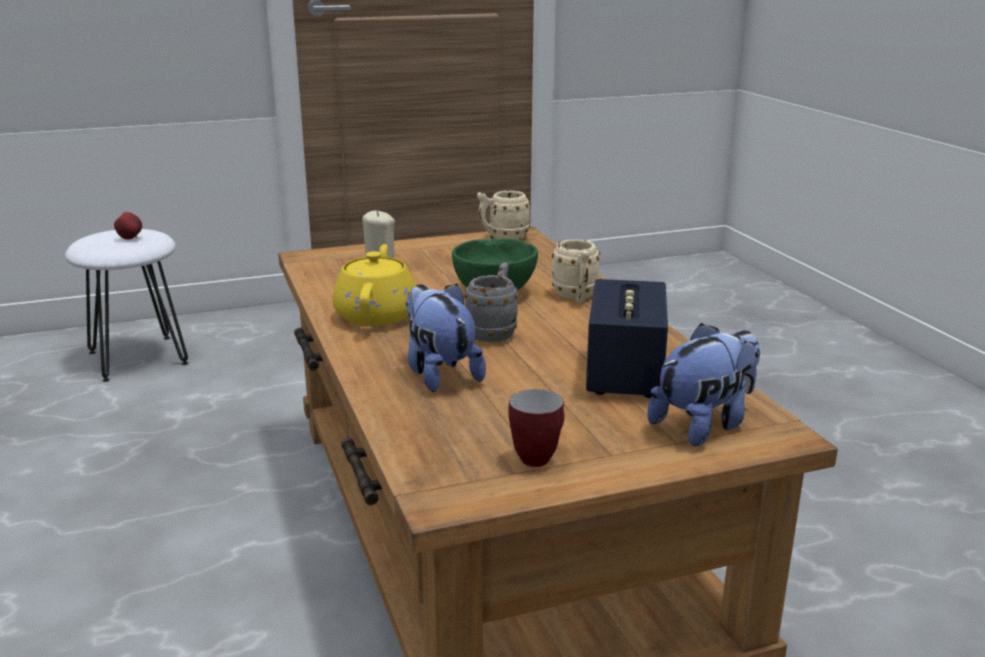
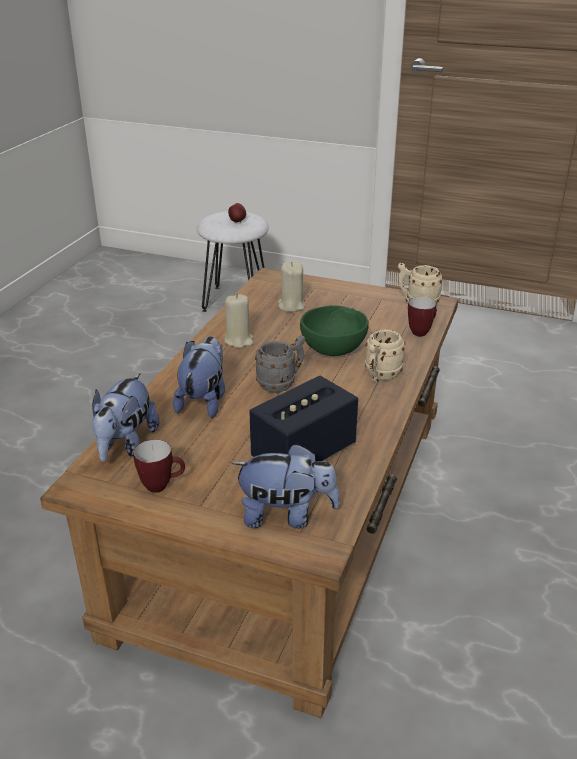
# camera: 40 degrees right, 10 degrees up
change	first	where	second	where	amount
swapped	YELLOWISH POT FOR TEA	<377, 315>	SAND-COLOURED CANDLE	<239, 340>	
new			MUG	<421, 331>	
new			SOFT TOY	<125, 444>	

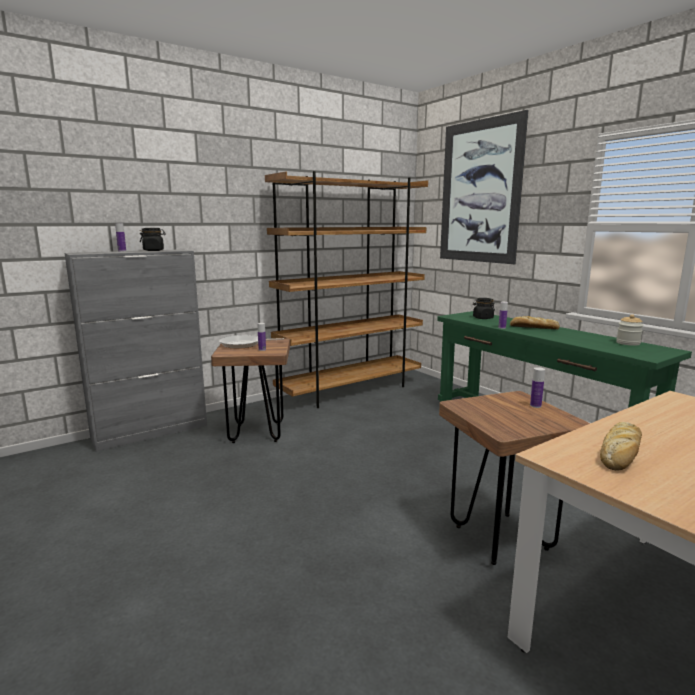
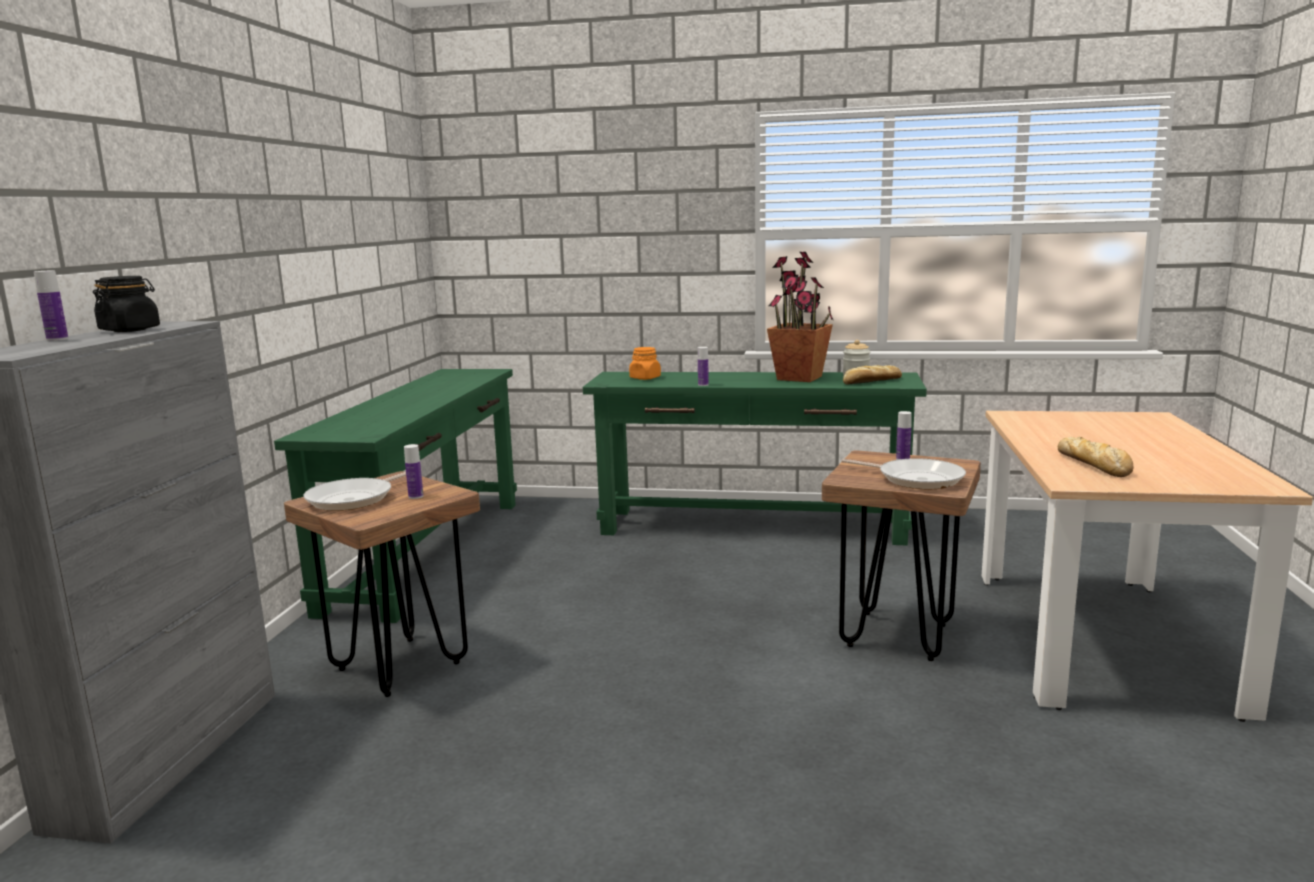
# camera: 45 degrees left, 0 degrees up
change	first	where	second	where	amount
gone	PICTURE	<479, 192>			
swapped	BROWNISH BOOKCASE	<351, 390>	GREEN-COLOURED HALL TABLE	<428, 552>	
repainted	BLACK-COLOURED JAR	<483, 318>	ORANGE-COLOURED JAR	<645, 378>	
shifted	BREAD	<533, 327>		<871, 381>	
new			HOUSEPLANT	<799, 378>	
new			SKILLET	<916, 479>	

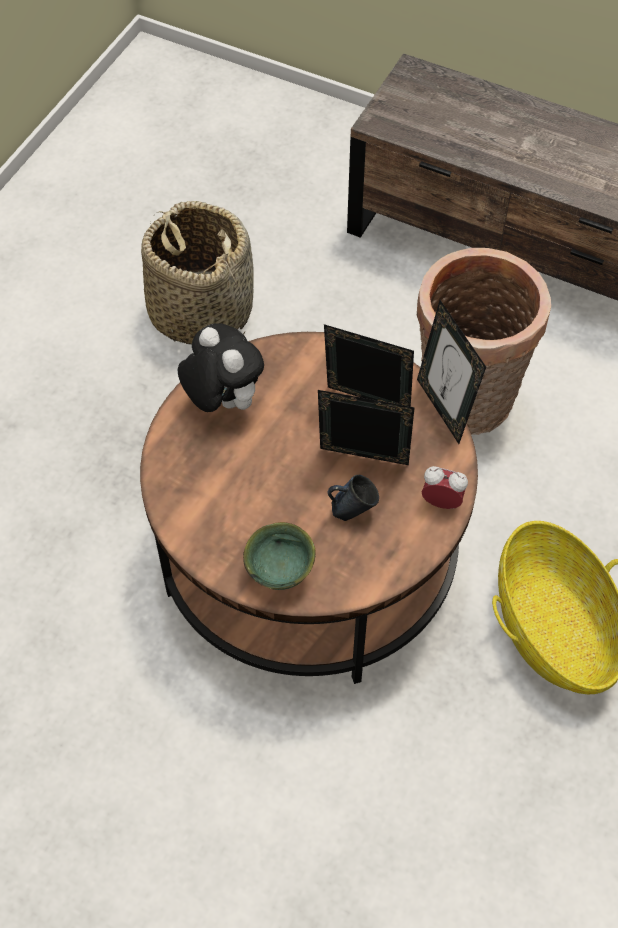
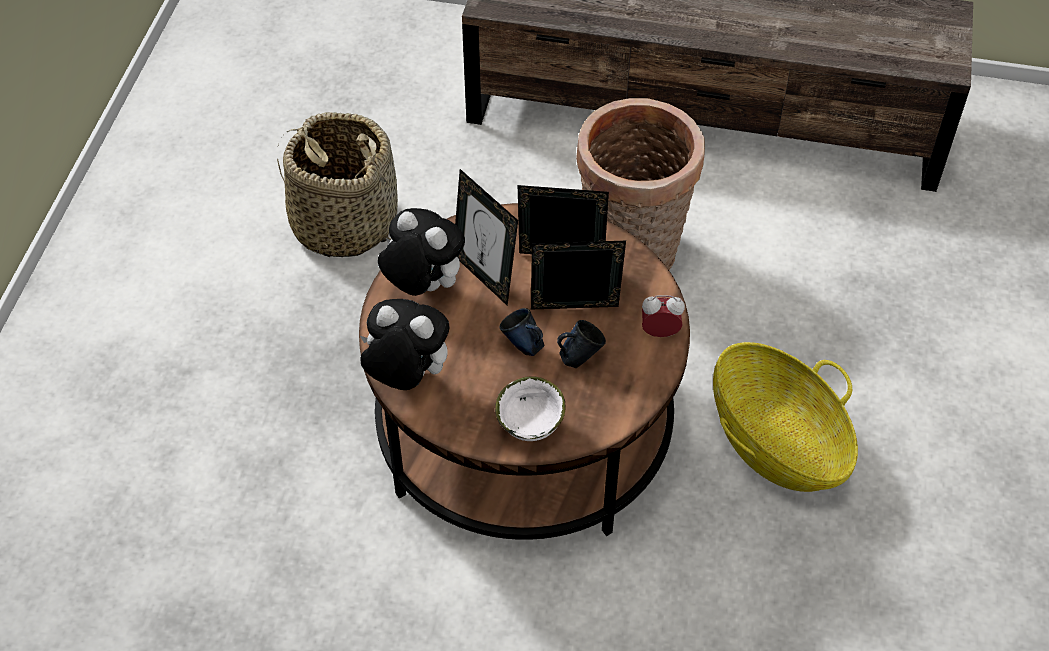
# camera: 15 degrees left, 5 degrees down
change	first	where	second	where	amount
shifted	PHOTO FRAME	<444, 408>		<485, 276>	
repainted	GREEN-COLOURED BOWL	<282, 572>	WHITISH BOWL	<532, 427>	
new			SOFT TOY	<406, 377>	
new			BLUE MUG	<523, 347>	

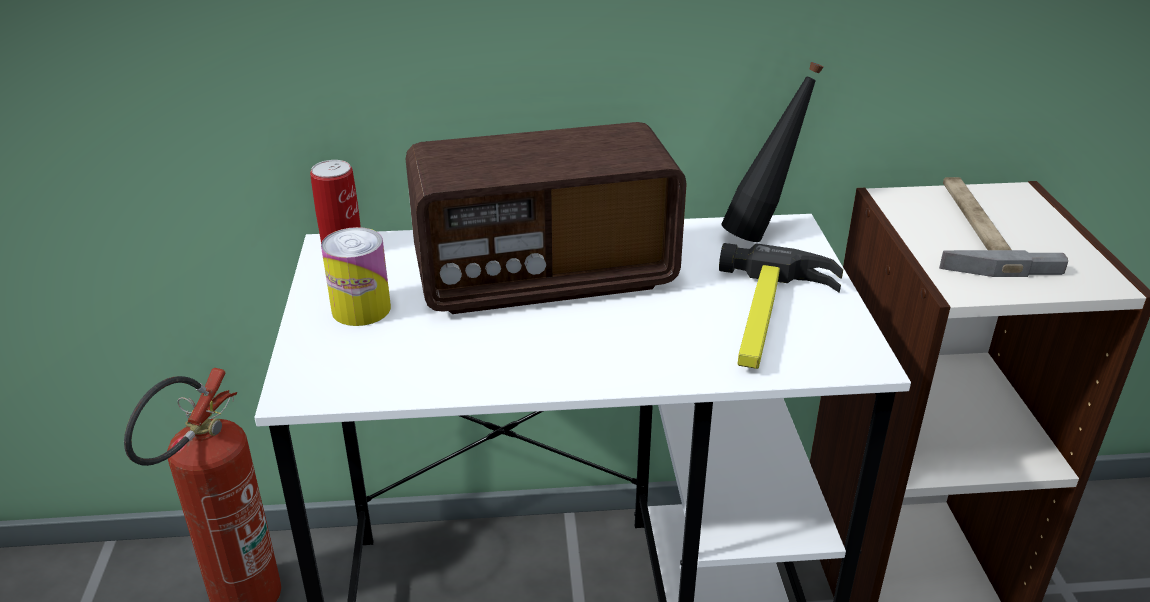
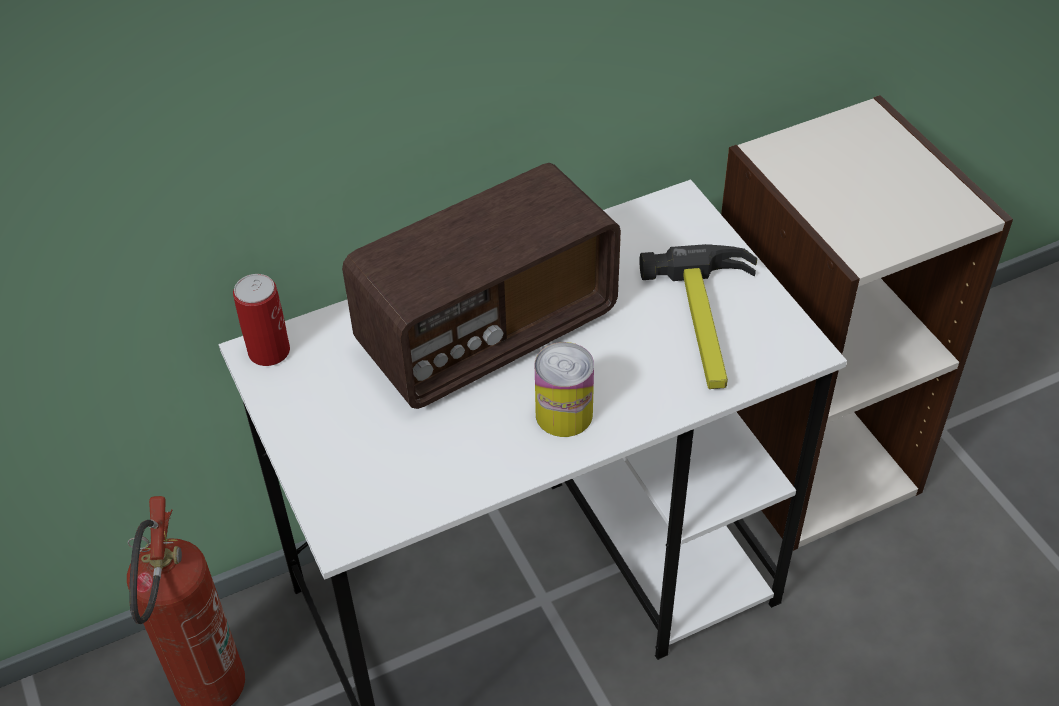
# camera: 20 degrees left, 15 degrees up
change	first	where	second	where	amount
gone	BLACK-COLOURED DRINK BOTTLE	<762, 233>			
gone	TOOL HAMMER	<973, 229>			
shifted	CAN	<361, 309>		<564, 414>	

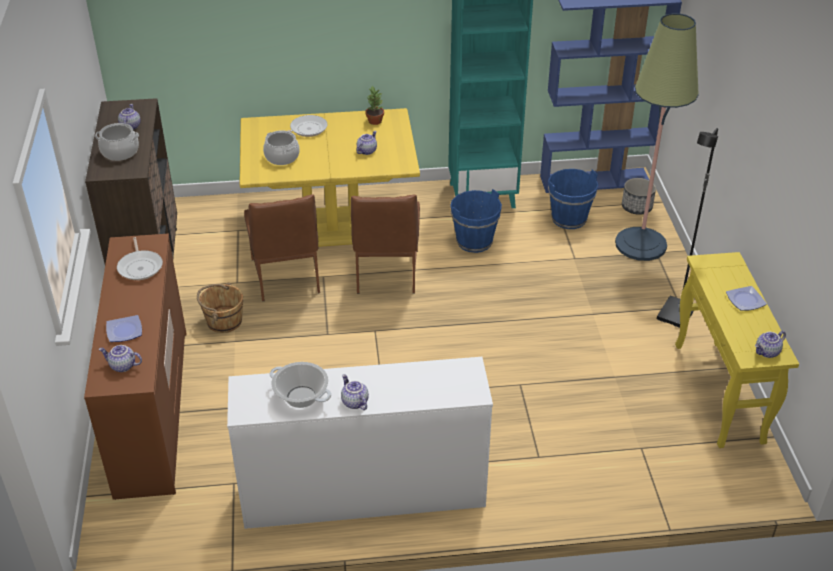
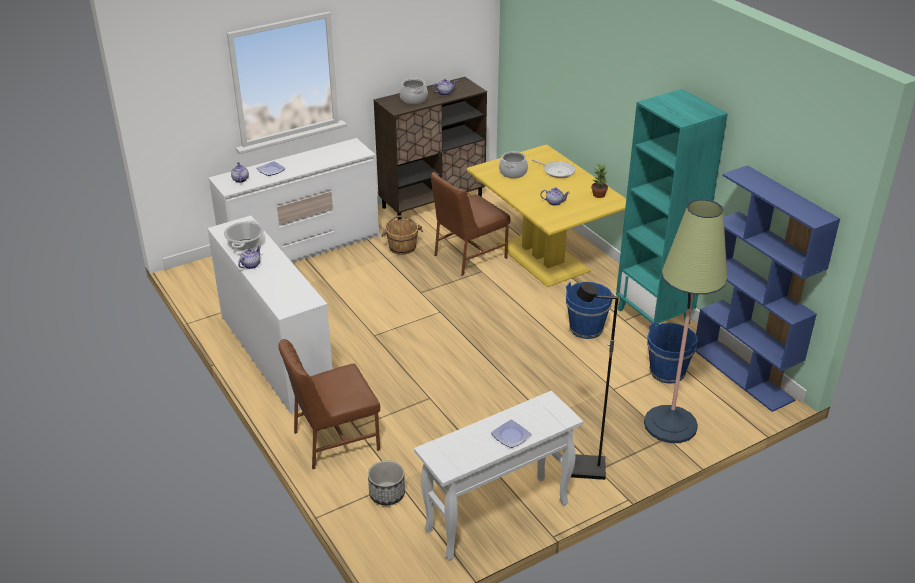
# camera: 65 degrees right, 5 degrees down
change	first	where	second	where	amount
shifted	FLOWER POT	<636, 207>		<387, 494>	
shifted	BROWNISH PLAIN CHAIR	<386, 272>		<334, 440>	
repainted	BROWNISH CHEST OF DRAWERS	<152, 410>	WHITISH CHEST OF DRAWERS	<302, 250>	
gone	SKILLET	<140, 267>			
repainted	YELLOWISH HALL TABLE	<719, 393>	WHITISH HALL TABLE	<496, 518>	
gone	POT FOR TEA	<767, 352>			

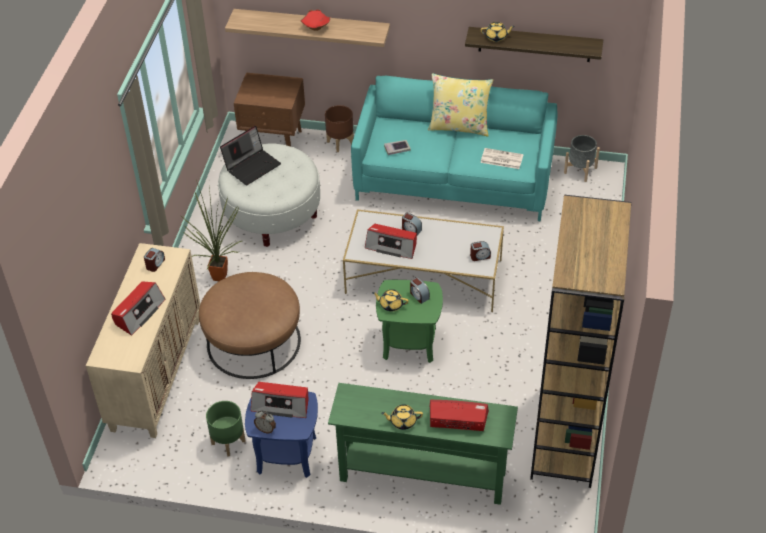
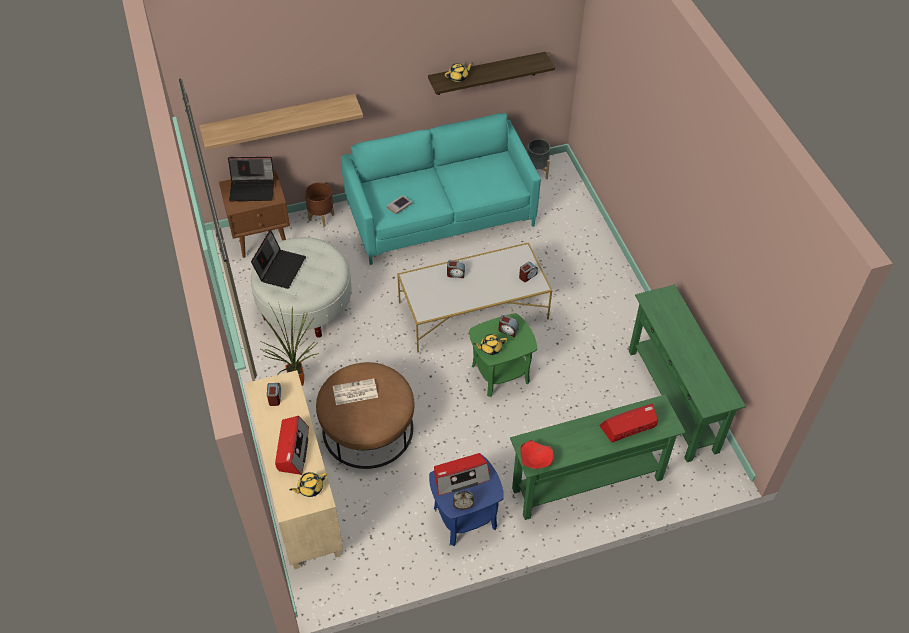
# camera: 30 degrees left, 5 degrees up
change	first	where	second	where	amount
shifted	REDDISH BOWL	<316, 27>		<535, 460>	
gone	YELLOWISH PILLOW	<459, 126>			
shifted	NEWSPAPER	<501, 159>		<354, 392>	
swapped	BROWNISH BOOKCASE	<566, 436>	GREEN-COLOURED HALL TABLE	<673, 400>	
gone	RADIO	<392, 246>			
gone	GREEN-COLOURED FLOWER POT	<228, 442>			
shifted	YELLOWISH POT FOR TEA	<402, 421>		<310, 488>	
new			NOTEBOOK COMPUTER	<253, 188>	

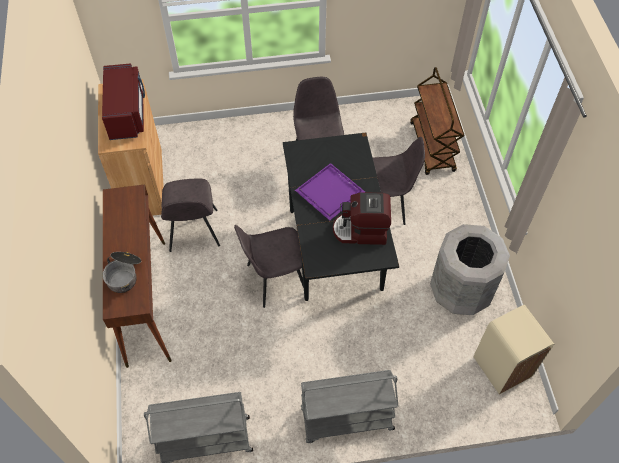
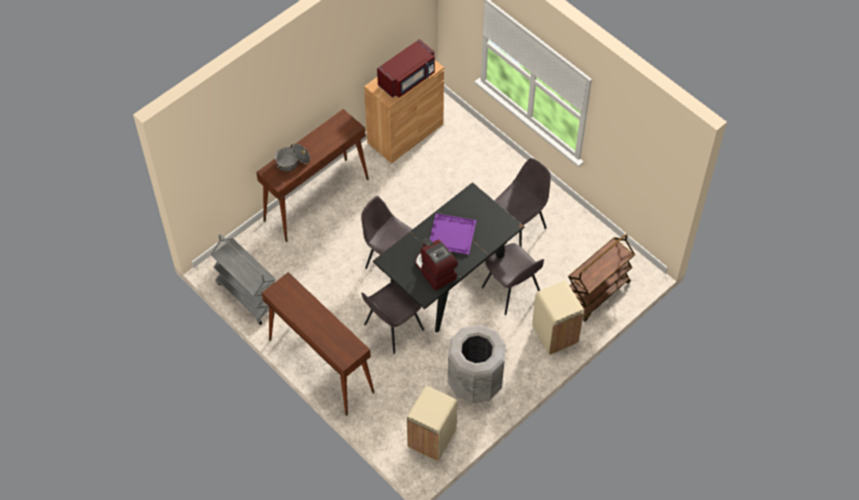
# camera: 55 degrees right, 0 degrees up
change	first	where	second	where	amount
shifted	GREY PLAIN CHAIR	<193, 232>		<392, 328>	
swapped	GREY TROLLEY	<346, 420>	BROWNISH HALL TABLE	<320, 365>	
new			SAND-COLOURED RUBBISH BIN	<555, 334>	

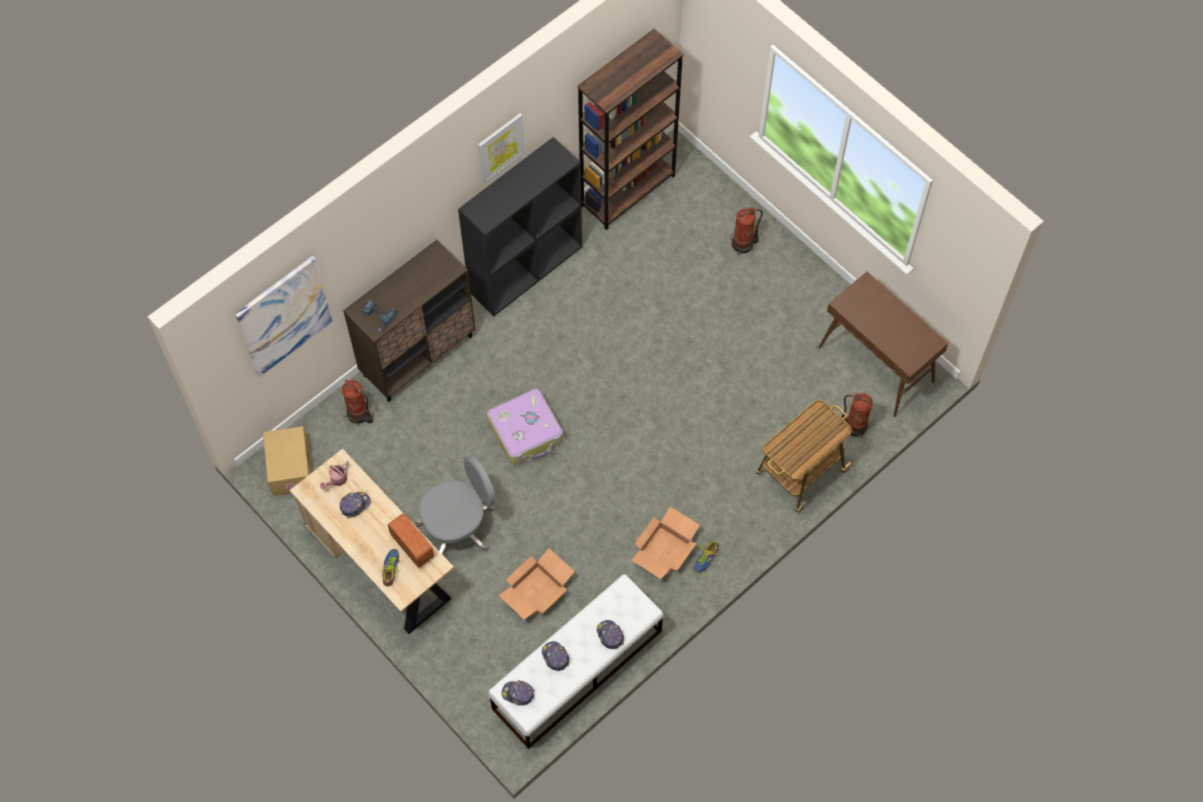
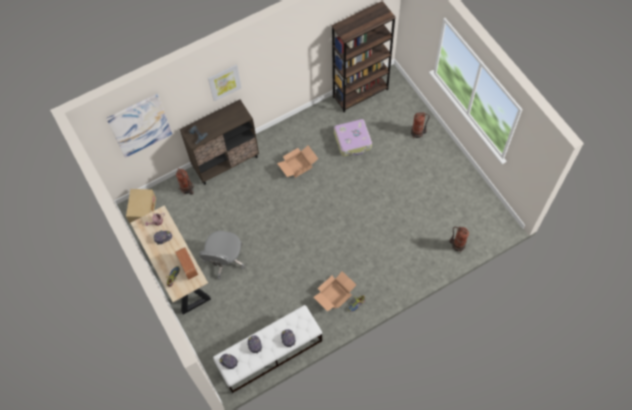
# camera: 15 degrees right, 0 degrees up
change	first	where	second	where	amount
shifted	PICTURE	<500, 147>		<224, 82>	
gone	BLACK-COLOURED BOOKCASE	<525, 268>			
gone	BROWNISH HALL TABLE	<876, 365>			
shifted	SUITCASE	<526, 432>		<353, 141>	
gone	TROLLEY	<799, 473>			
rotated	GREY OFFICE CHAIR	<458, 525>		<224, 259>	120 degrees clockwise
shifted	CARDBOARD BOX	<537, 589>		<298, 165>	

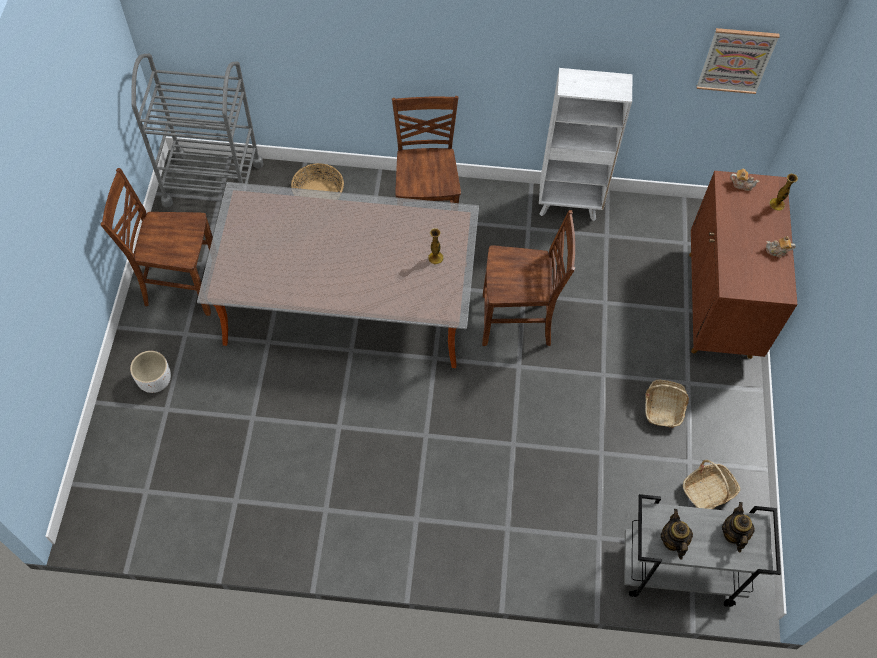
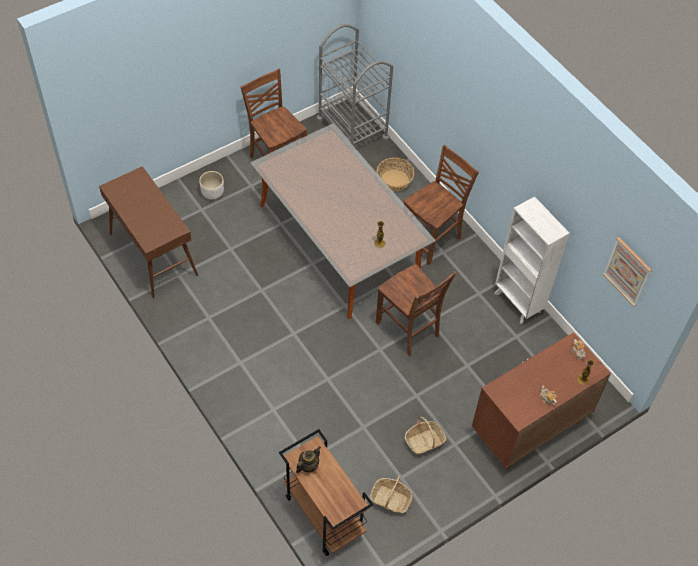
# camera: 50 degrees right, 5 degrees down
change	first	where	second	where	amount
repainted	GREY TROLLEY	<678, 572>	BROWNISH TROLLEY	<323, 514>	
gone	POT FOR TEA	<733, 534>			
new			BROWNISH HALL TABLE	<152, 254>	

